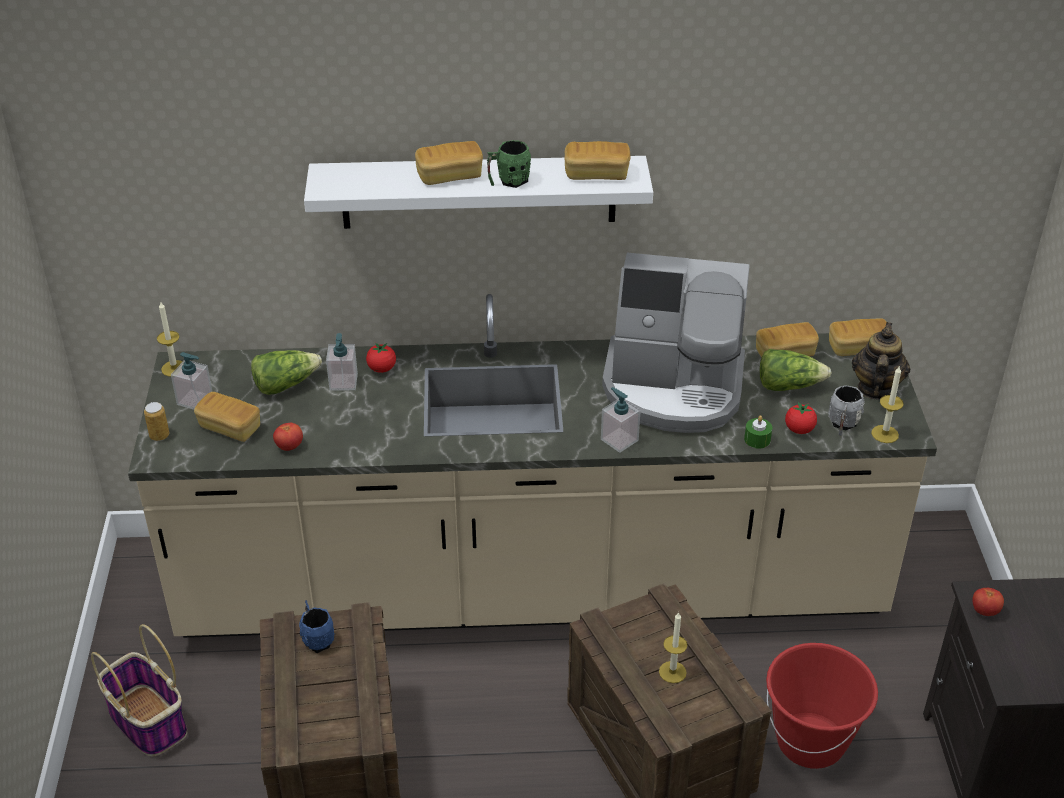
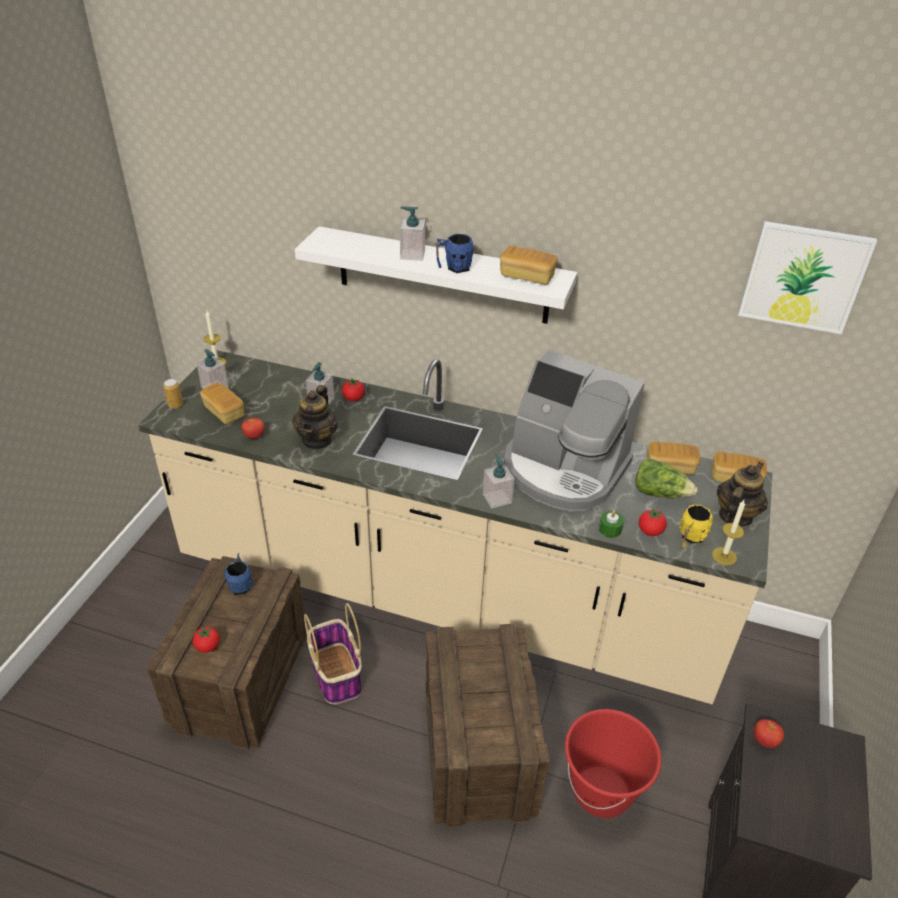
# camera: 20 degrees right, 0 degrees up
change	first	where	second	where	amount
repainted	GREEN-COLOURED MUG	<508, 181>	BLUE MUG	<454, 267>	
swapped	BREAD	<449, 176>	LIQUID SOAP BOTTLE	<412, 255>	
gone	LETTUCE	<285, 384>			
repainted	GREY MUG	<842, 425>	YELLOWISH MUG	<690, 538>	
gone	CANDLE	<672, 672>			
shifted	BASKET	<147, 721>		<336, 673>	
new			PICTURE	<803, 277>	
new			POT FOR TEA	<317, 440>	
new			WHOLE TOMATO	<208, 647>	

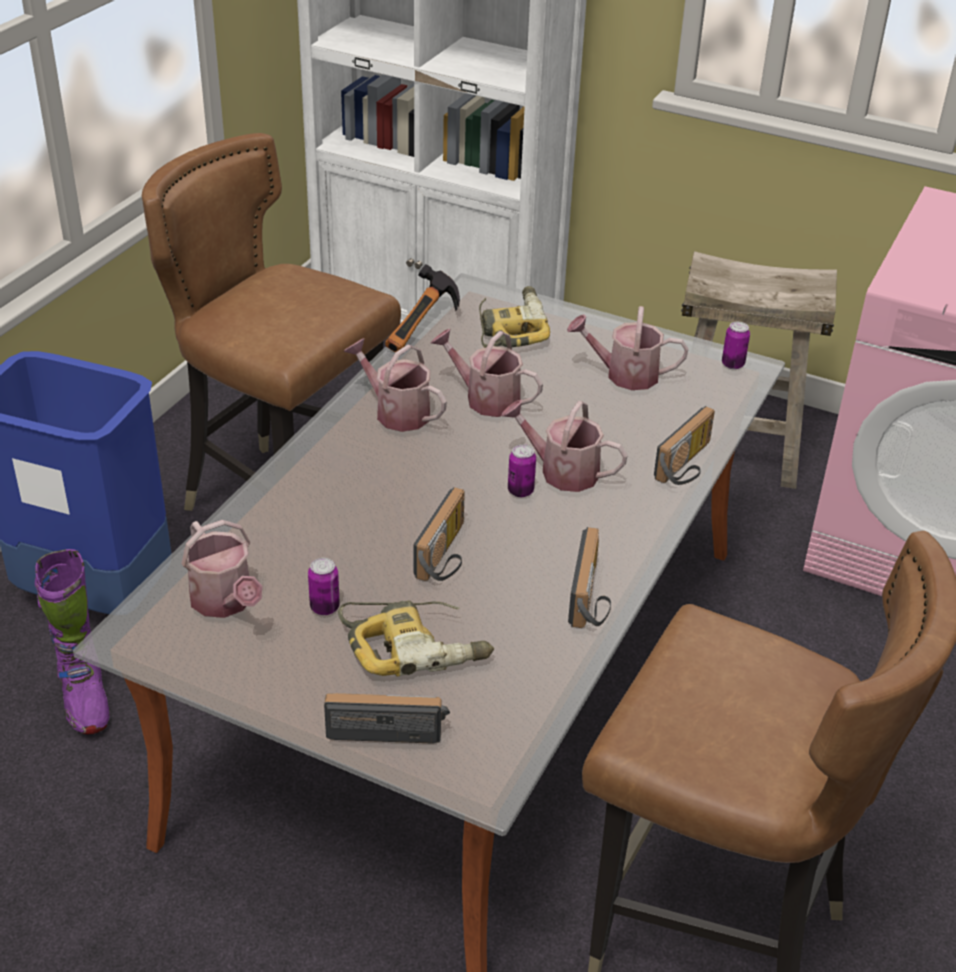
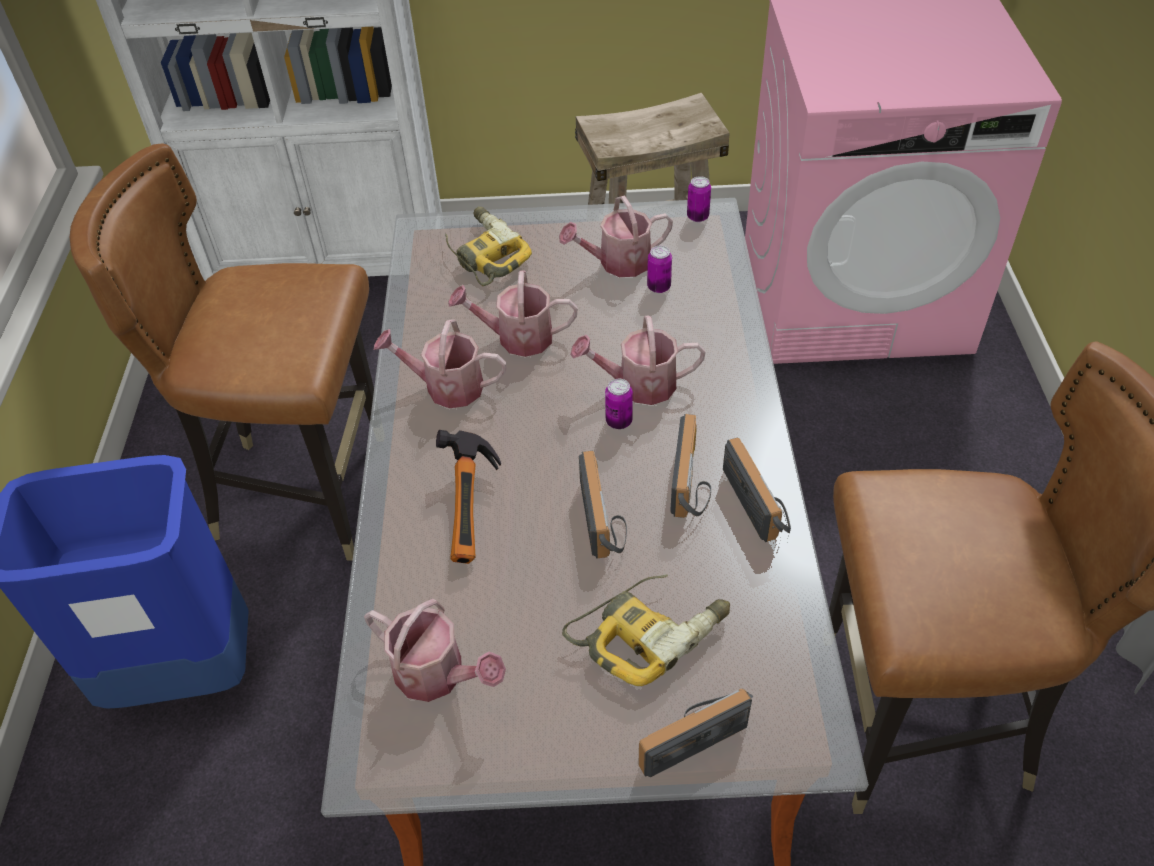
# camera: 25 degrees left, 10 degrees up
change	first	where	second	where	amount
shifted	TOOL HAMMER	<424, 330>		<474, 510>	
shifted	RADIO	<688, 465>		<693, 483>	
gone	PURPLISH HIGH-TOP BOOT	<84, 698>			
shifted	CAN	<324, 607>		<659, 287>	

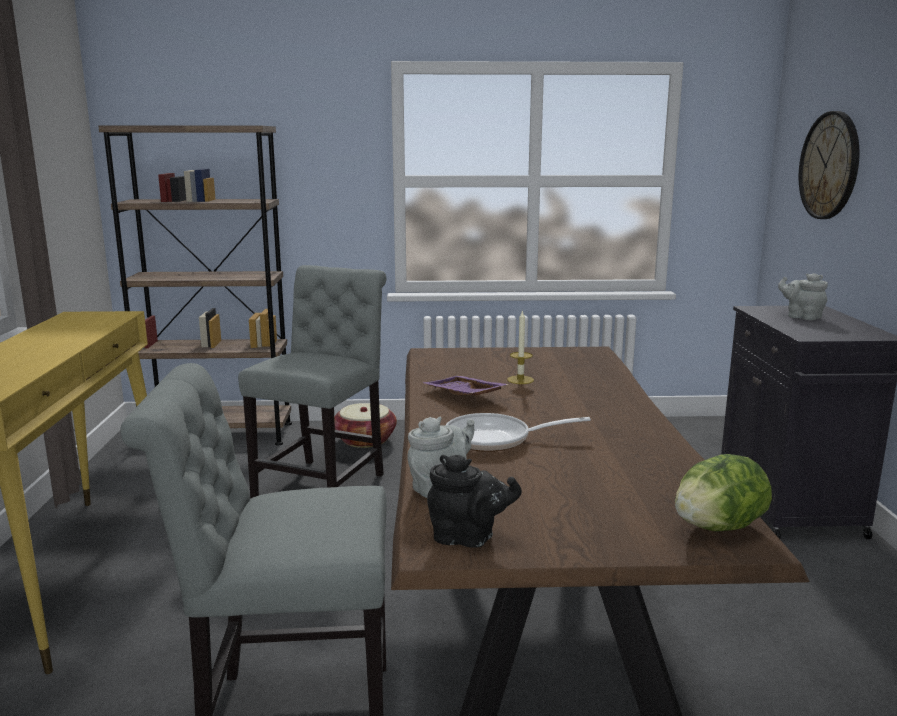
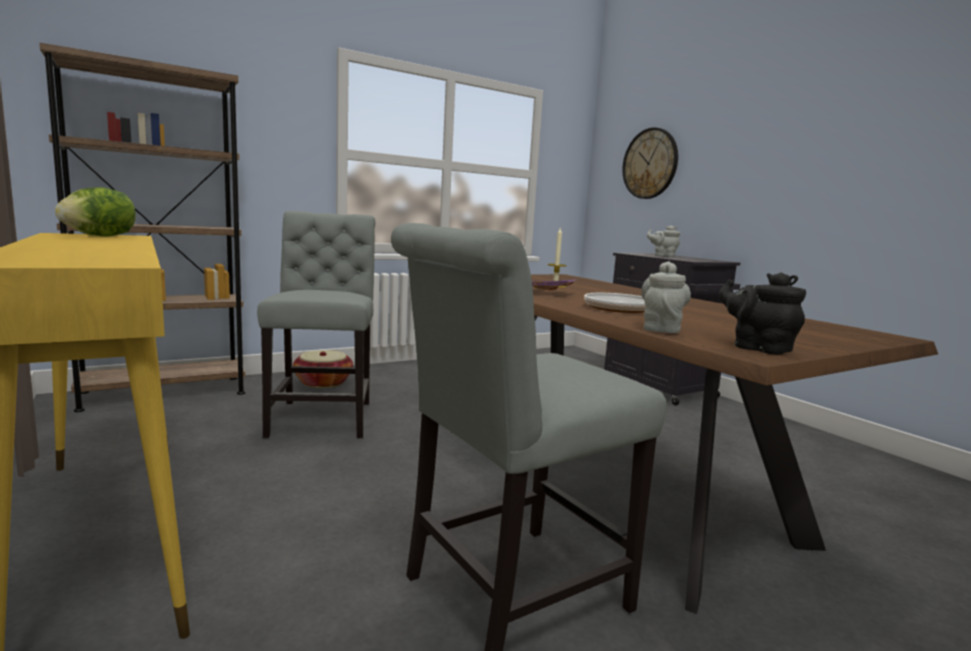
# camera: 30 degrees left, 5 degrees down
change	first	where	second	where	amount
shifted	LETTUCE	<718, 527>		<100, 236>	
rotated	BLACK-COLOURED POT FOR TEA	<468, 538>		<757, 348>	120 degrees counterclockwise

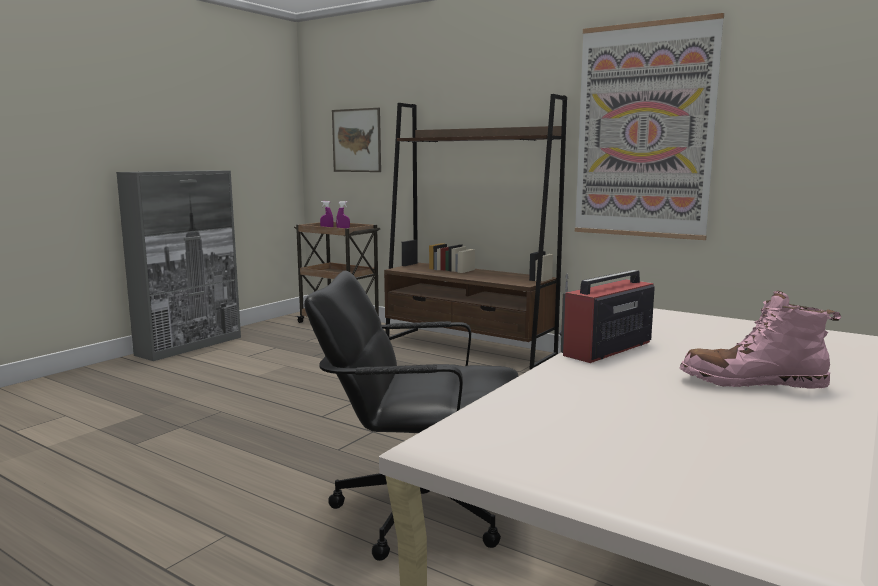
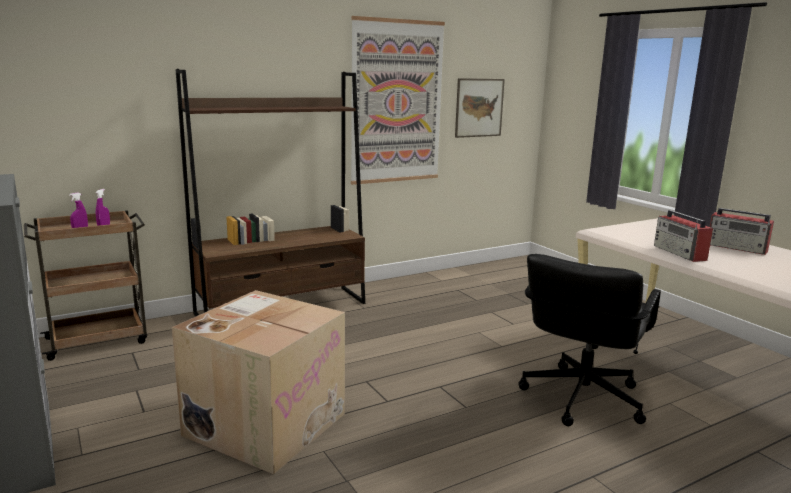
# camera: 65 degrees left, 5 degrees up
change	first	where	second	where	amount
shifted	PICTURE	<356, 140>		<479, 107>	
swapped	PINKISH HIGH-TOP BOOT	<752, 383>	RADIO	<737, 248>	
new			CARDBOARD BOX	<265, 423>	

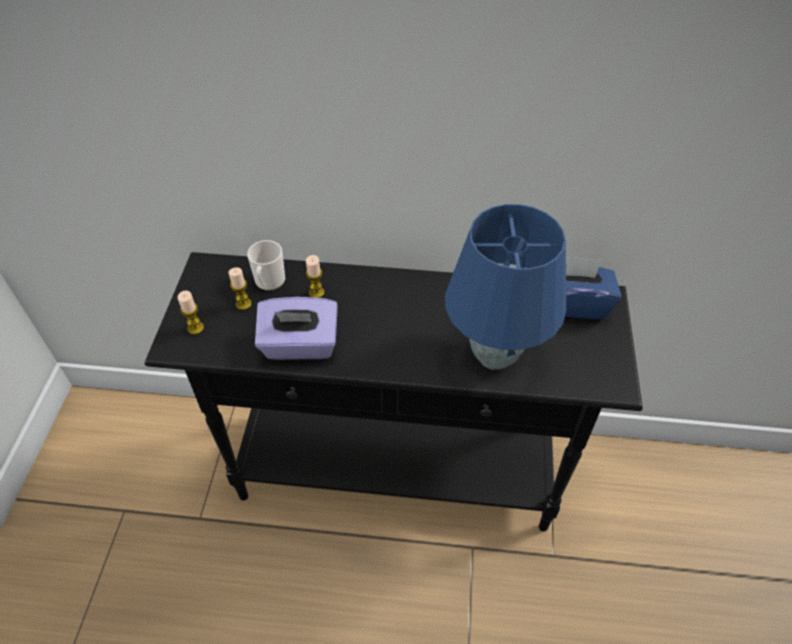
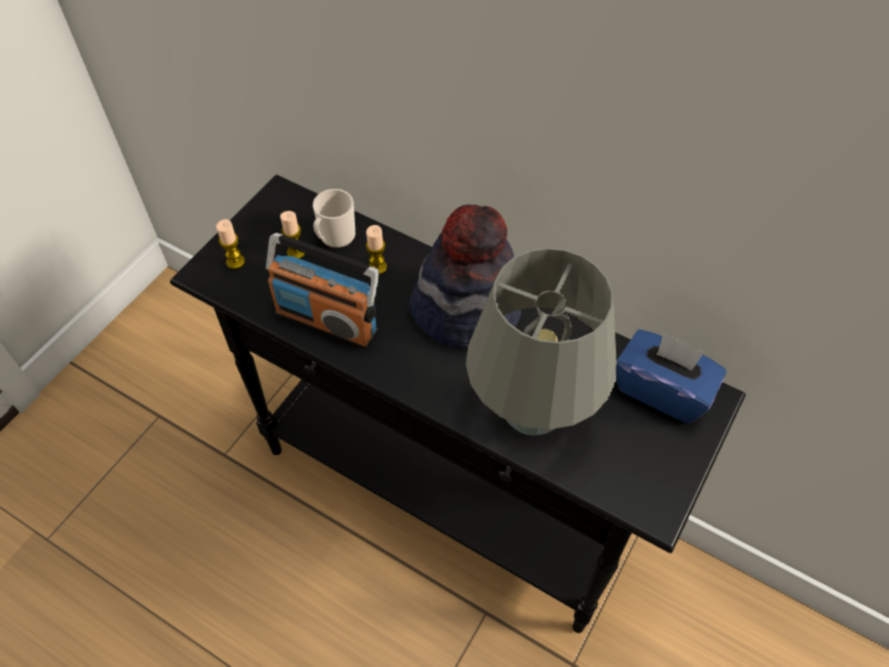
# camera: 25 degrees right, 5 degrees up
change	first	where	second	where	amount
repainted	BLUE LAMP FOR A TABLE	<494, 357>	GREY LAMP FOR A TABLE	<530, 418>	
swapped	PURPLISH TISSUE BOX	<300, 345>	RADIO	<327, 321>	
new			WEARABLE HAT	<466, 309>	

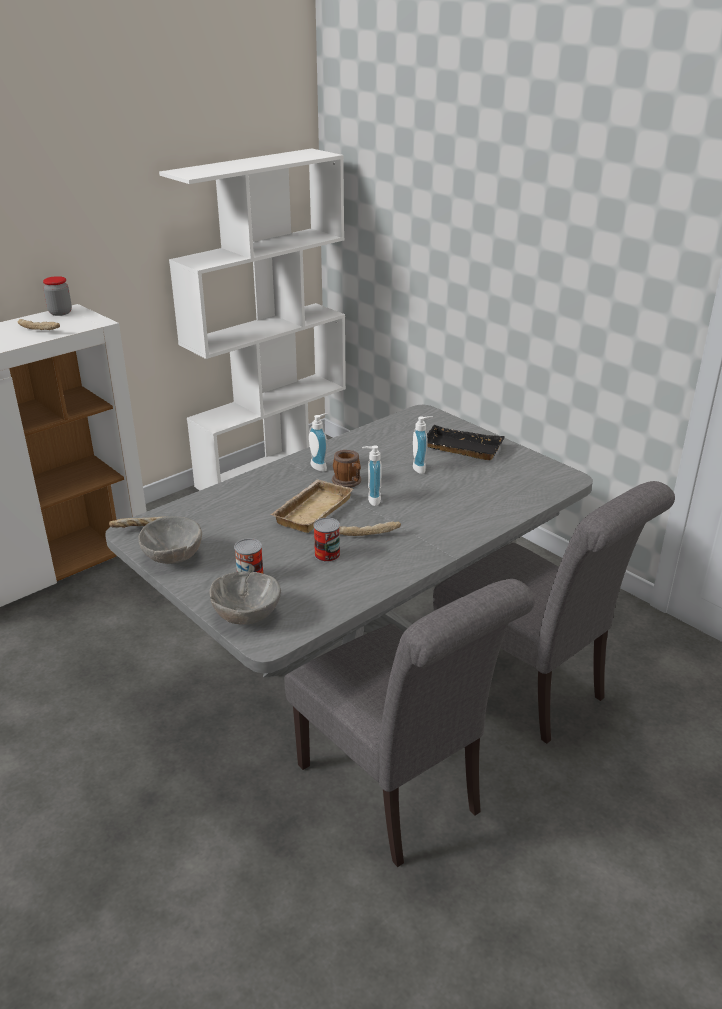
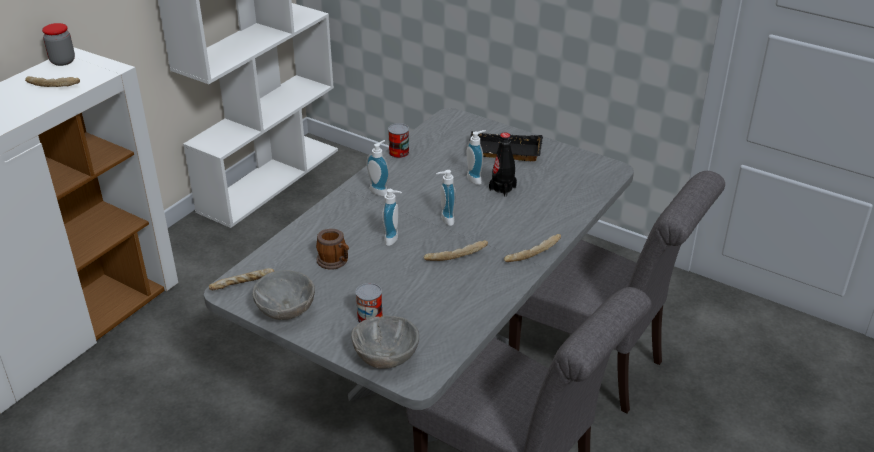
# camera: 15 degrees left, 5 degrees up
change	first	where	second	where	amount
shifted	MUG	<348, 482>		<335, 261>	
swapped	SAND-COLOURED CARRYING TRAY	<311, 510>	LIQUID SOAP BOTTLE	<394, 239>	
shifted	CAN	<327, 554>		<399, 153>	
new			BLACK-COLOURED DRINK BOTTLE	<502, 188>	
new			BREAD	<532, 253>	

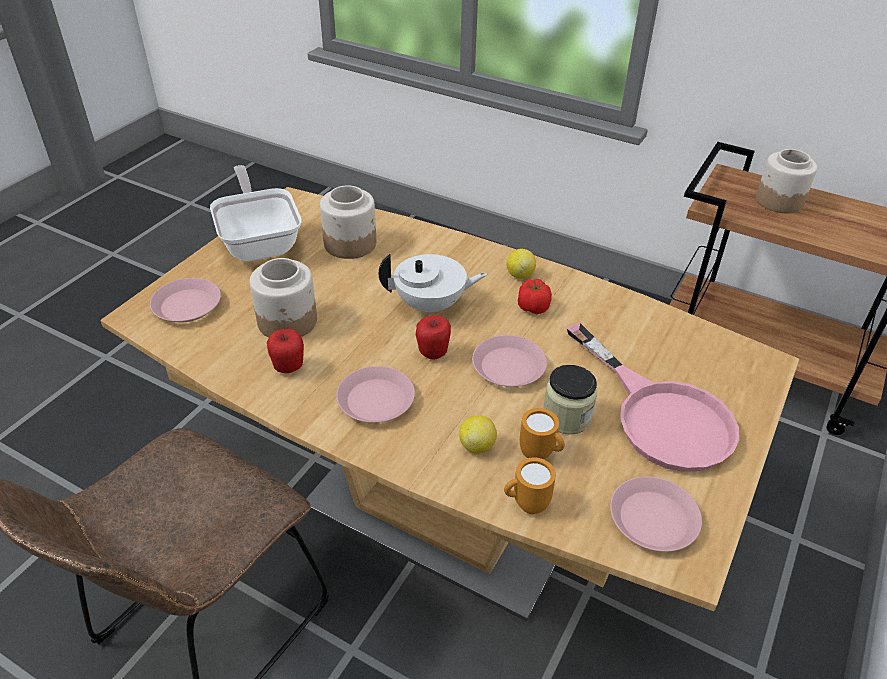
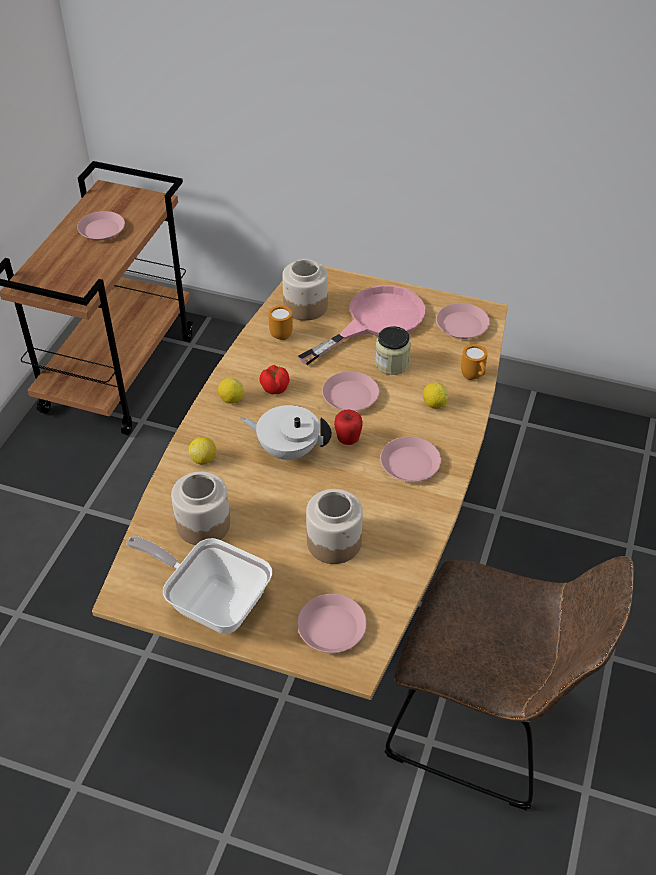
# camera: 100 degrees left, 5 degrees up
change	first	where	second	where	amount
shifted	JAR	<778, 201>		<305, 306>	
rotated	SKILLET	<260, 241>		<211, 601>	60 degrees clockwise
rotated	WHITISH POT FOR TEA	<431, 306>		<288, 449>	60 degrees counterclockwise
gone	WHOLE APPLE	<288, 368>			
shifted	ORANGE-COLOURED MUG	<540, 455>		<283, 333>	
new			PINKISH PLATE	<101, 230>	
new			CITRUS FRUIT	<203, 459>	

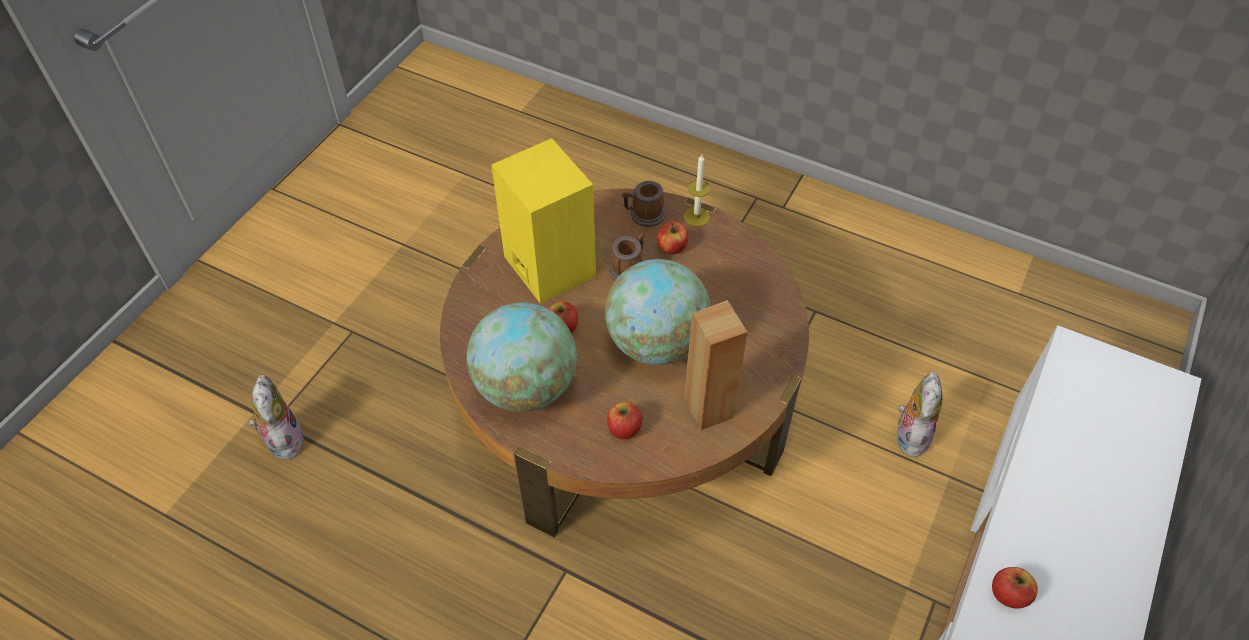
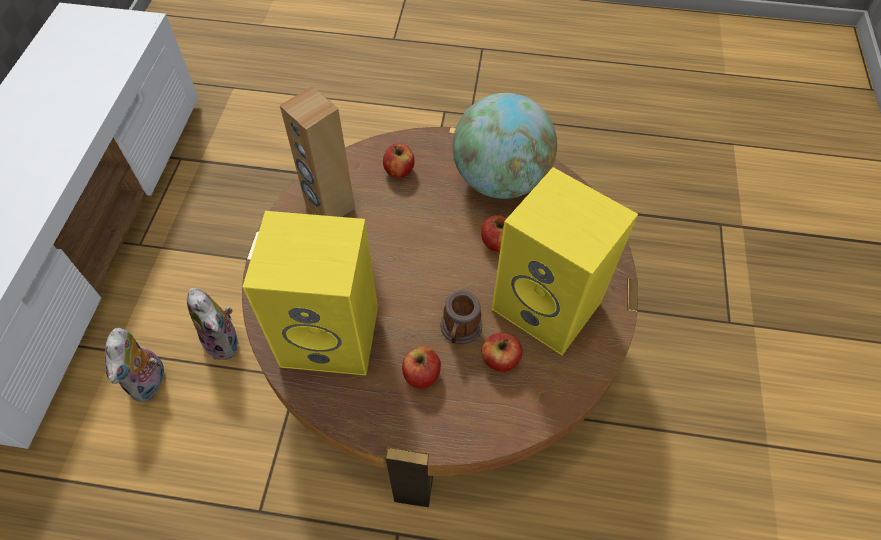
# camera: 160 degrees right, 5 degrees up
change	first	where	second	where	amount
gone	CANDLE	<696, 217>			
gone	MUG	<643, 215>			
gone	GLOBE	<656, 343>			
shifted	SOFT TOY	<282, 439>		<225, 341>	
shifted	WHOLE APPLE	<1009, 594>		<500, 359>	
new			YELLOWISH AUDIO SPEAKER	<333, 334>	

